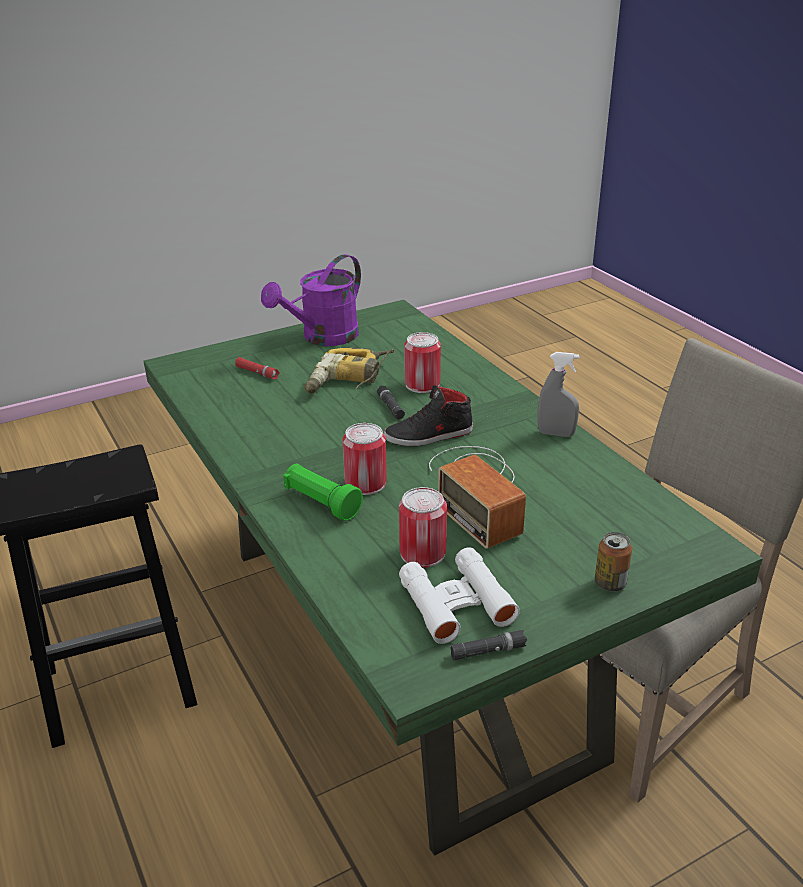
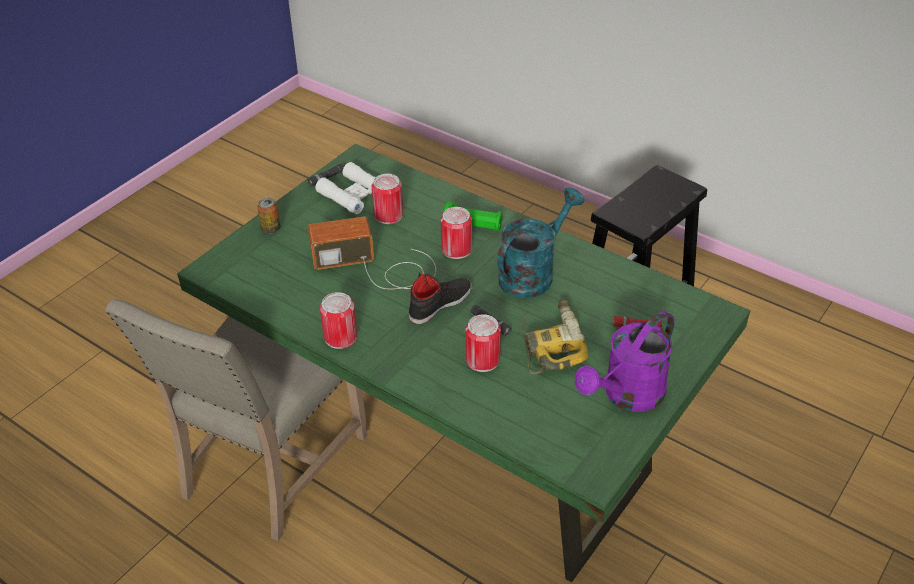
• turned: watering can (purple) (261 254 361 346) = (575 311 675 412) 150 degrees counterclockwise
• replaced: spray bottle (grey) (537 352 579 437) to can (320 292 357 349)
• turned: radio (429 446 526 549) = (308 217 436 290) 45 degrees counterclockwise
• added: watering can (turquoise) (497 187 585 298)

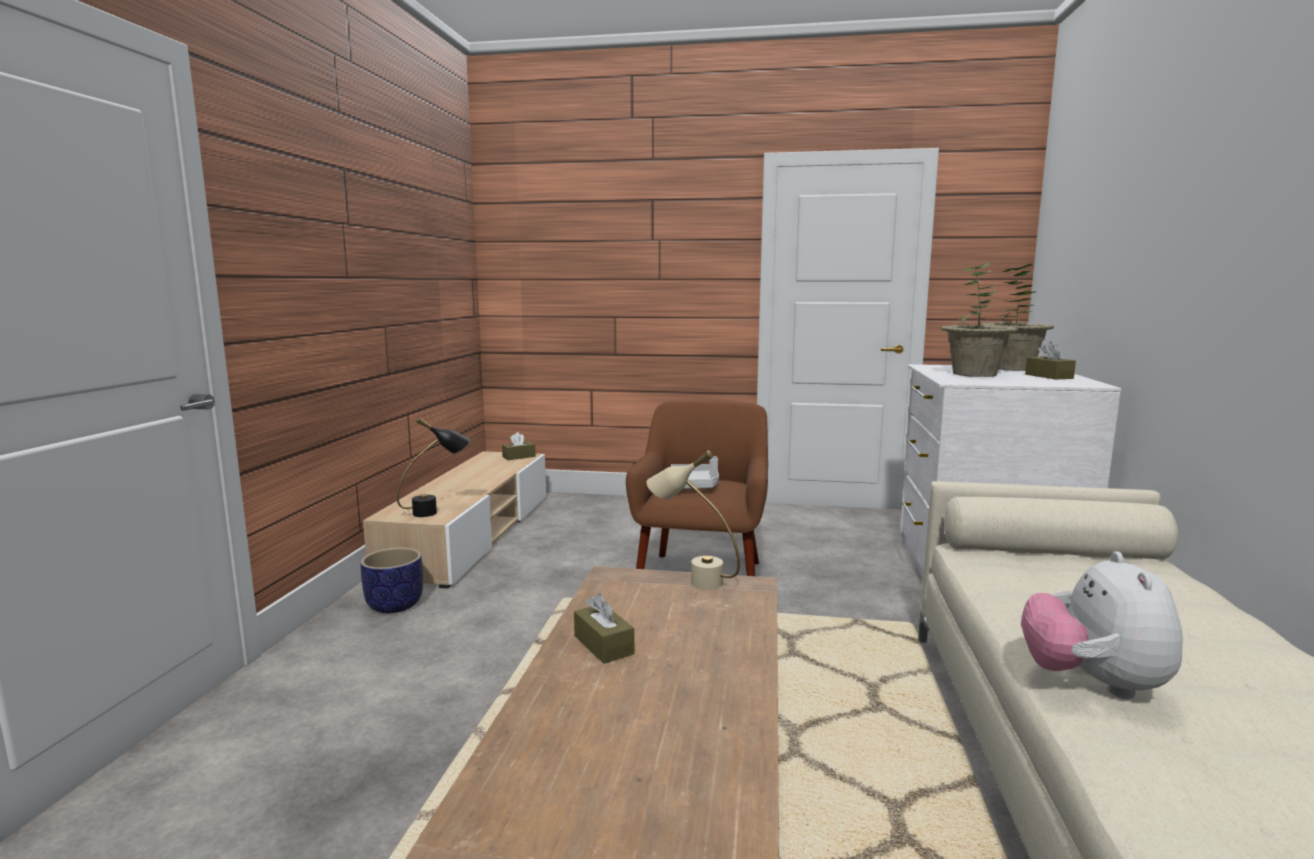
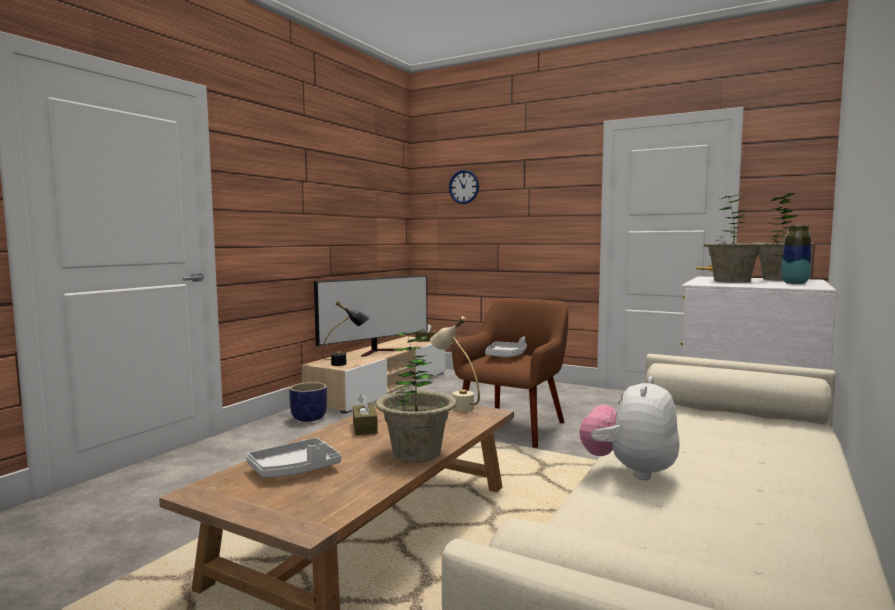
• replaced: tissue box (brown) (1025 341 1076 380) to vase (781 225 811 284)
• added: wall clock (449 170 479 204)
• added: television (314 275 427 357)
• added: potted plant (375 329 457 463)
• added: tray (grey) (246 438 341 478)

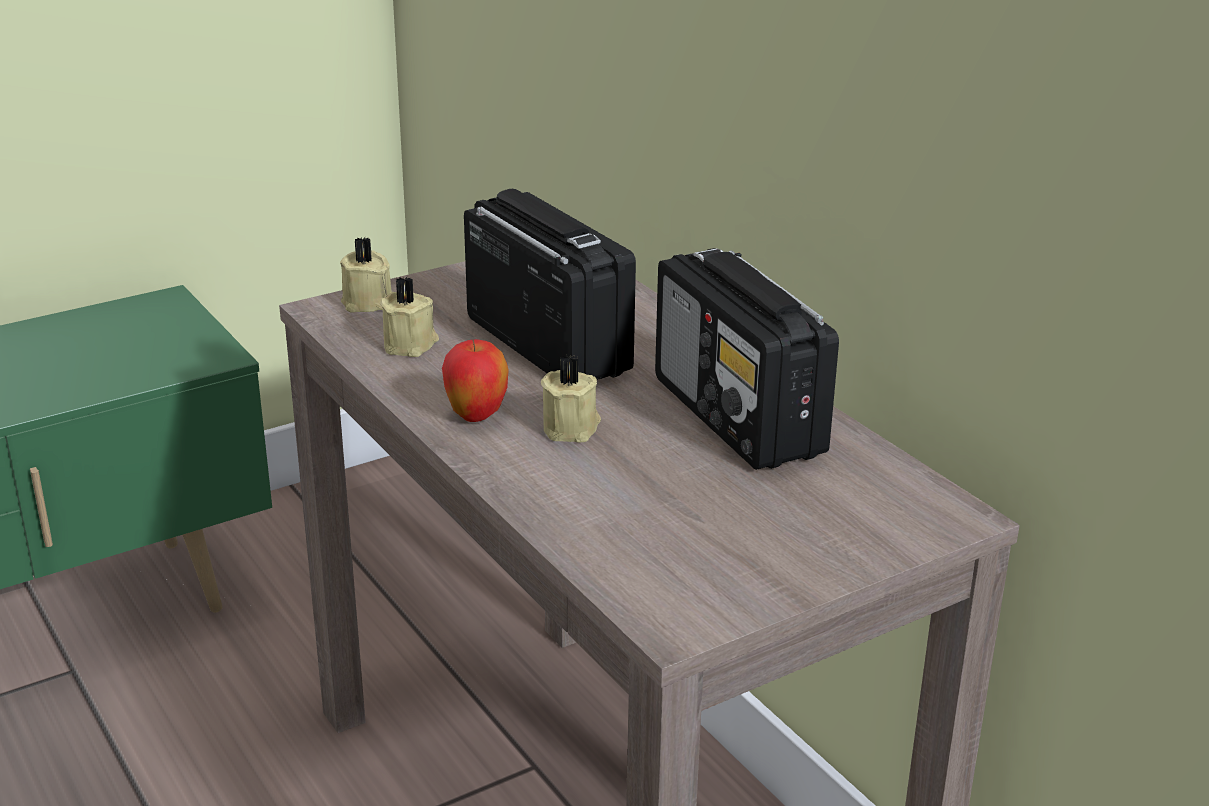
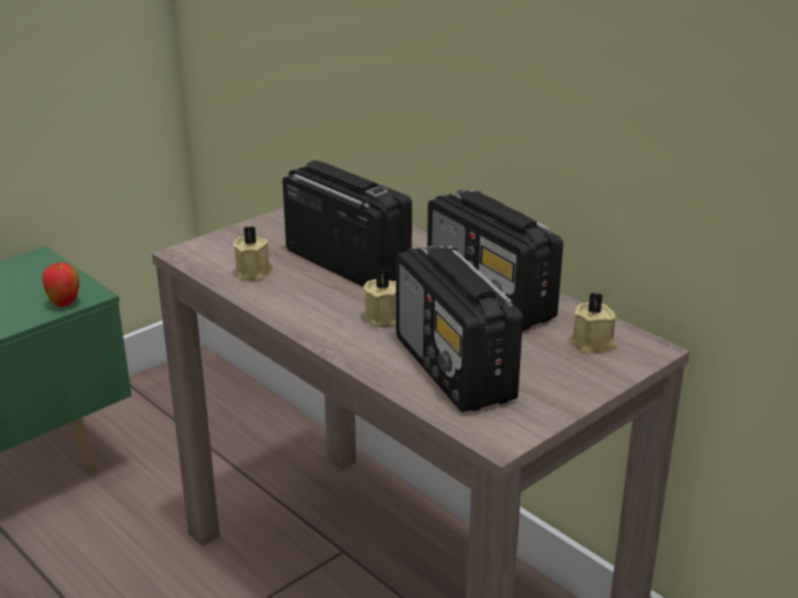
• moved: candle (beige) (340 237 392 313) to (571 292 617 354)
• moved: apple (442 339 509 422) to (42 263 79 307)
• added: radio (396 243 523 413)

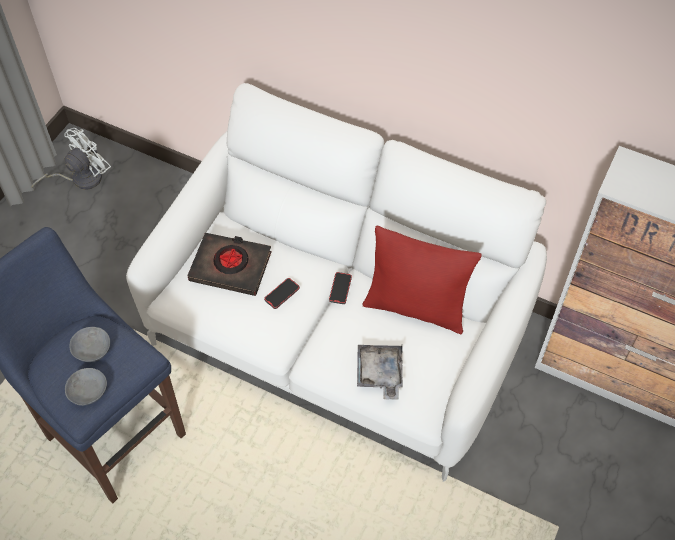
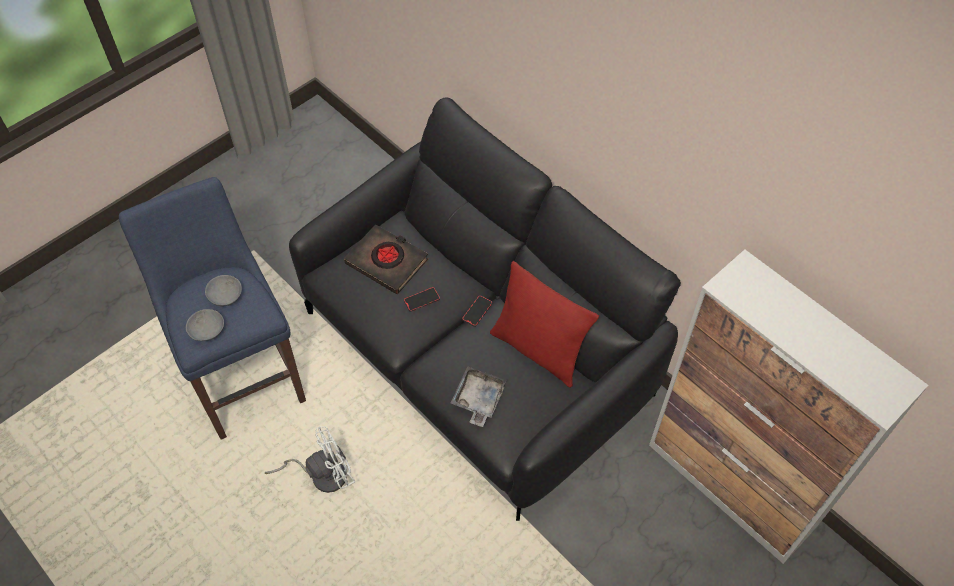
• recoloured: sofa (white) (126 83 547 482) to sofa (black) (289 97 681 521)
• moved: fan (white) (31 128 111 190) to (265 426 355 493)

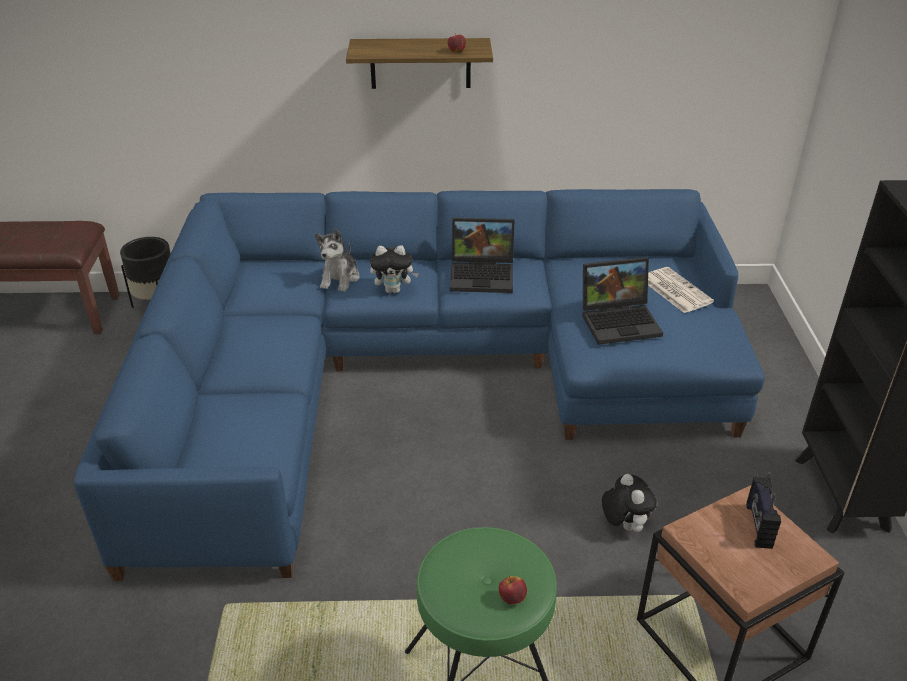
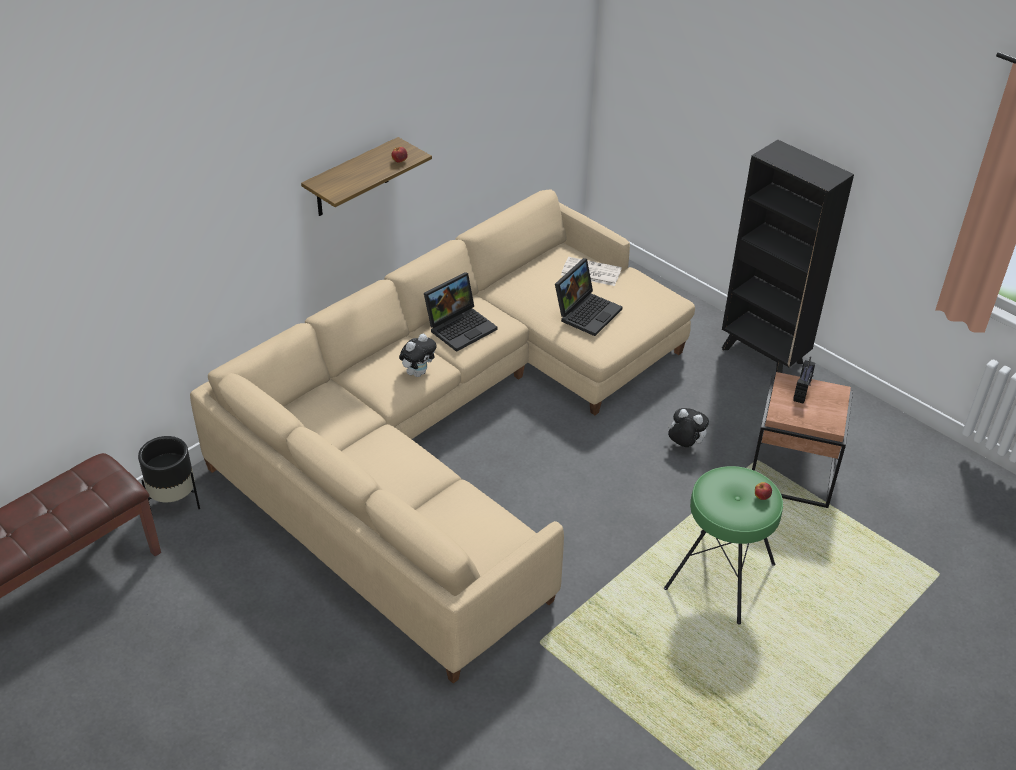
• recoloured: sofa (blue) (74 189 765 581) to sofa (beige) (190 190 695 684)
• removed: plush toy (315 229 360 292)
• turned: radio (746 472 781 549) = (793 356 815 404) 120 degrees counterclockwise

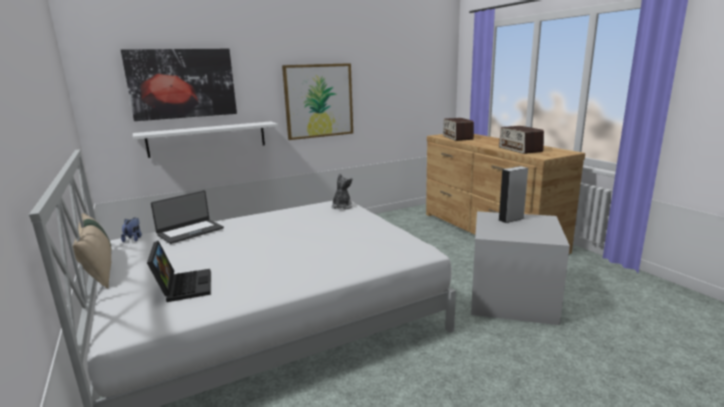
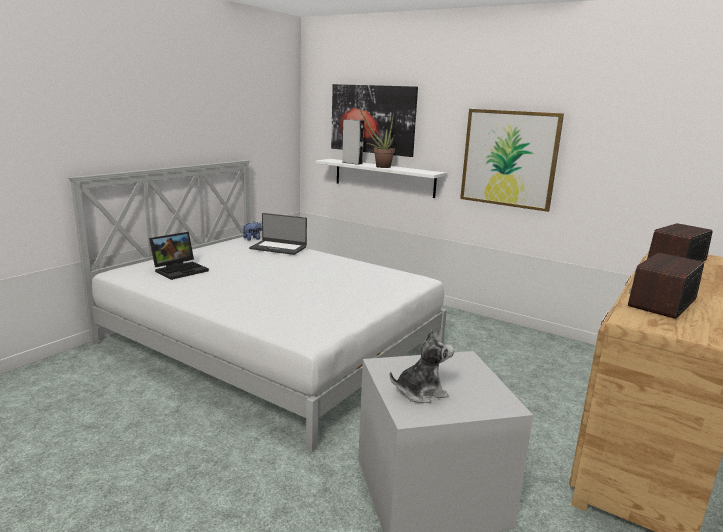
• moved: speaker (grey) (499 166 528 223) to (342 119 364 165)
• moved: plush toy (331 173 353 210) to (390 329 454 403)
• removed: pillow (beige) (73 213 112 288)
• added: potted plant (360 110 395 168)

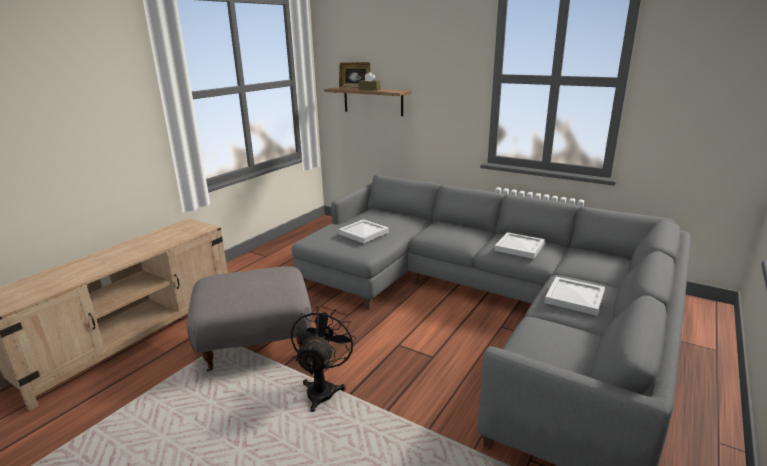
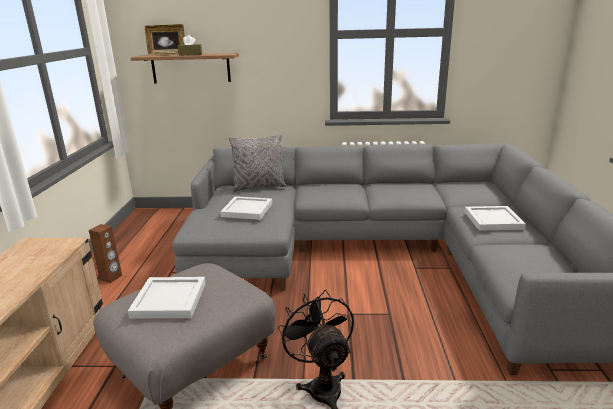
• moved: tray (white) (494 232 545 259) to (128 277 206 319)
• added: pillow (grey) (229 134 286 192)
• added: speaker (brown) (89 224 122 283)

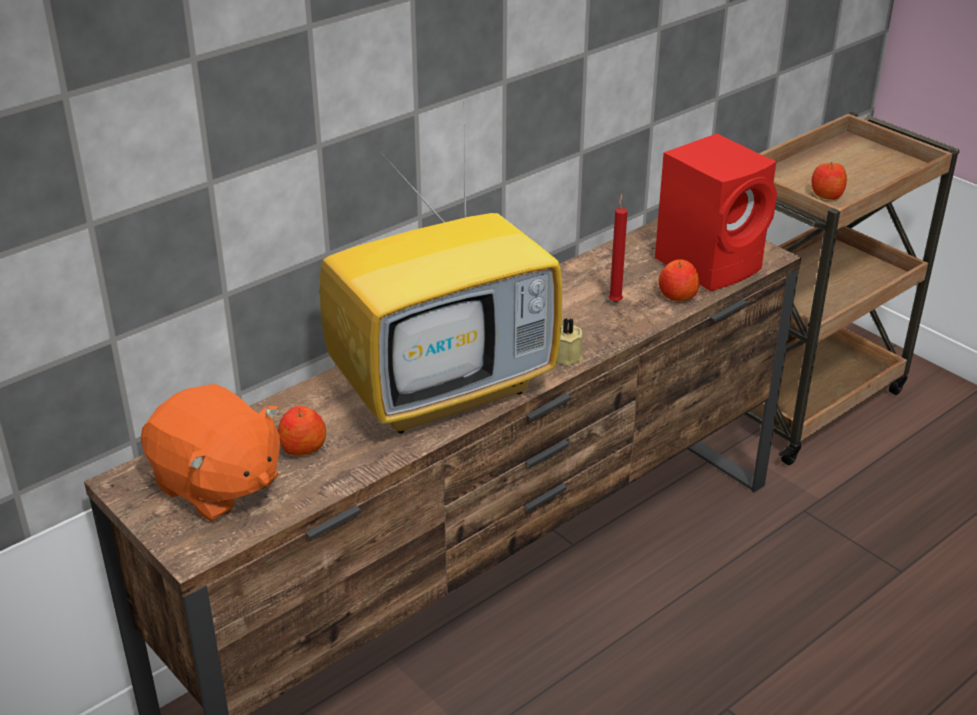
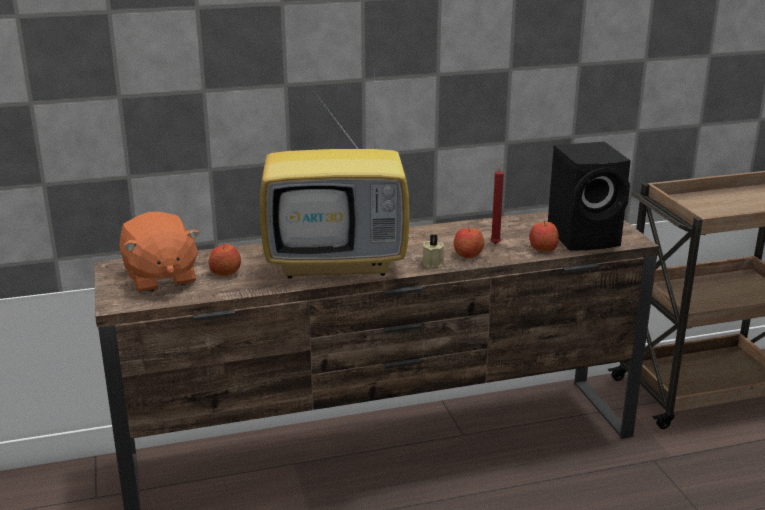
• recoloured: speaker (red) (655 134 777 291) to speaker (black) (548 142 631 251)
• moved: apple (812 162 847 200) to (454 226 485 258)

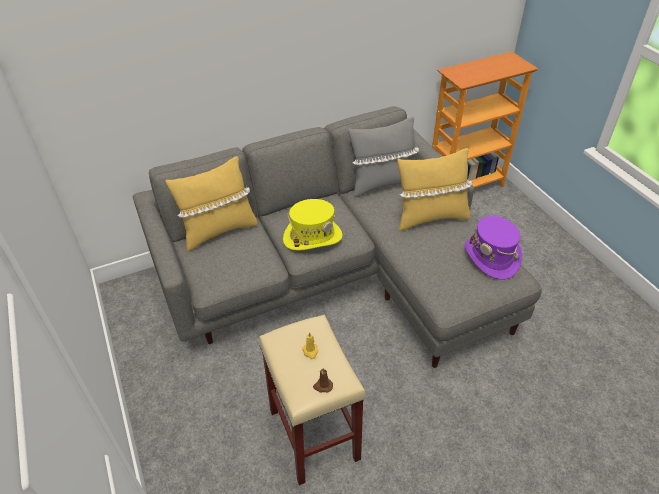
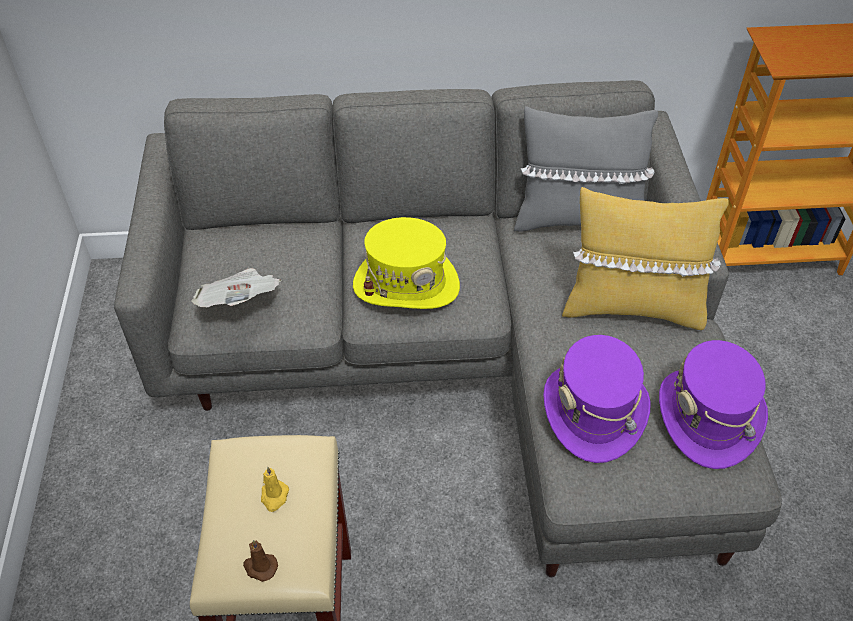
• removed: pillow (yellow) (165 156 258 251)
• added: newspaper (192 268 282 307)
• added: hat (purple) (543 335 651 463)

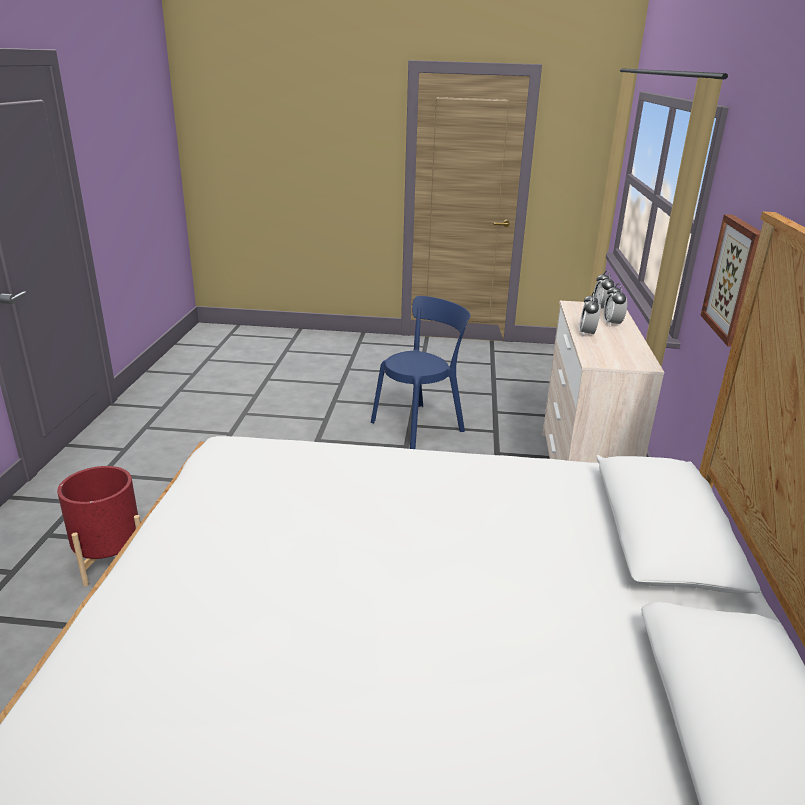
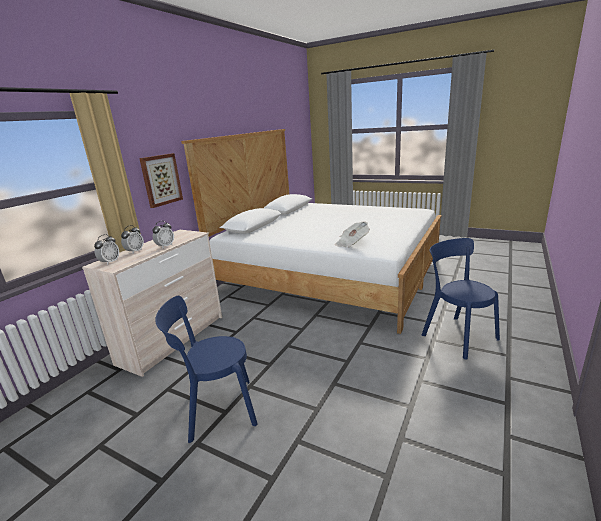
• replaced: planter (red) (57 466 141 587) to chair (blue) (422 238 500 360)
• added: newspaper (335 221 370 248)

